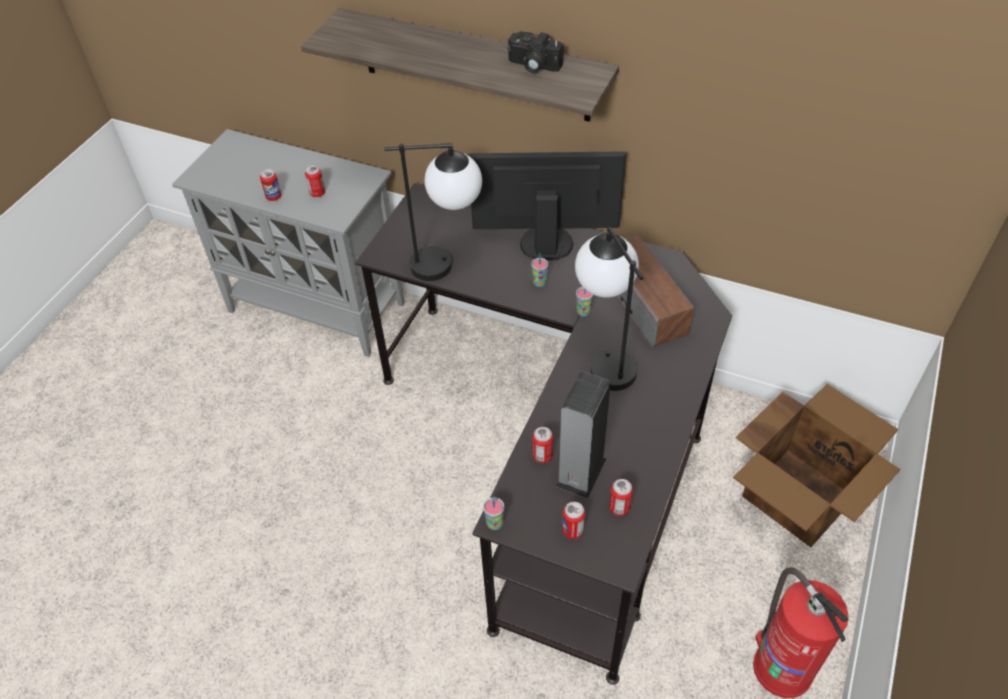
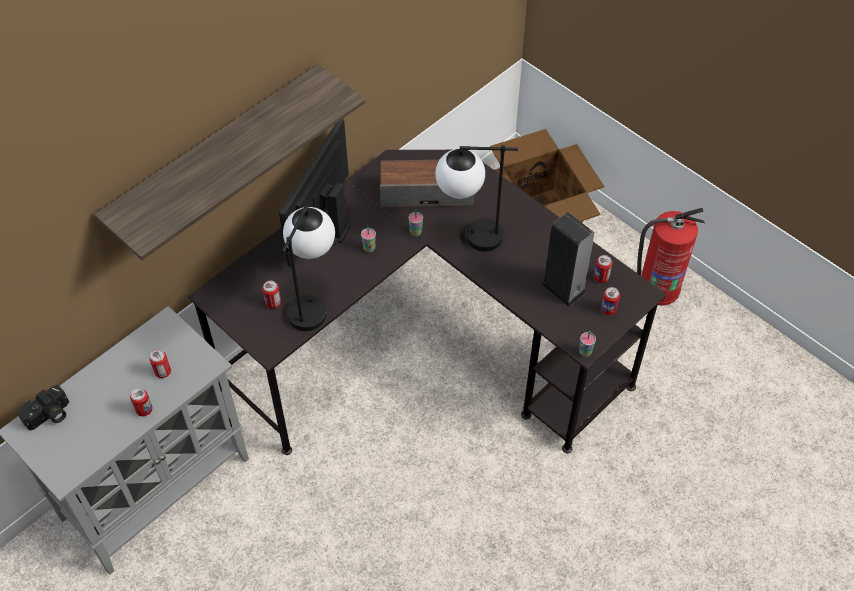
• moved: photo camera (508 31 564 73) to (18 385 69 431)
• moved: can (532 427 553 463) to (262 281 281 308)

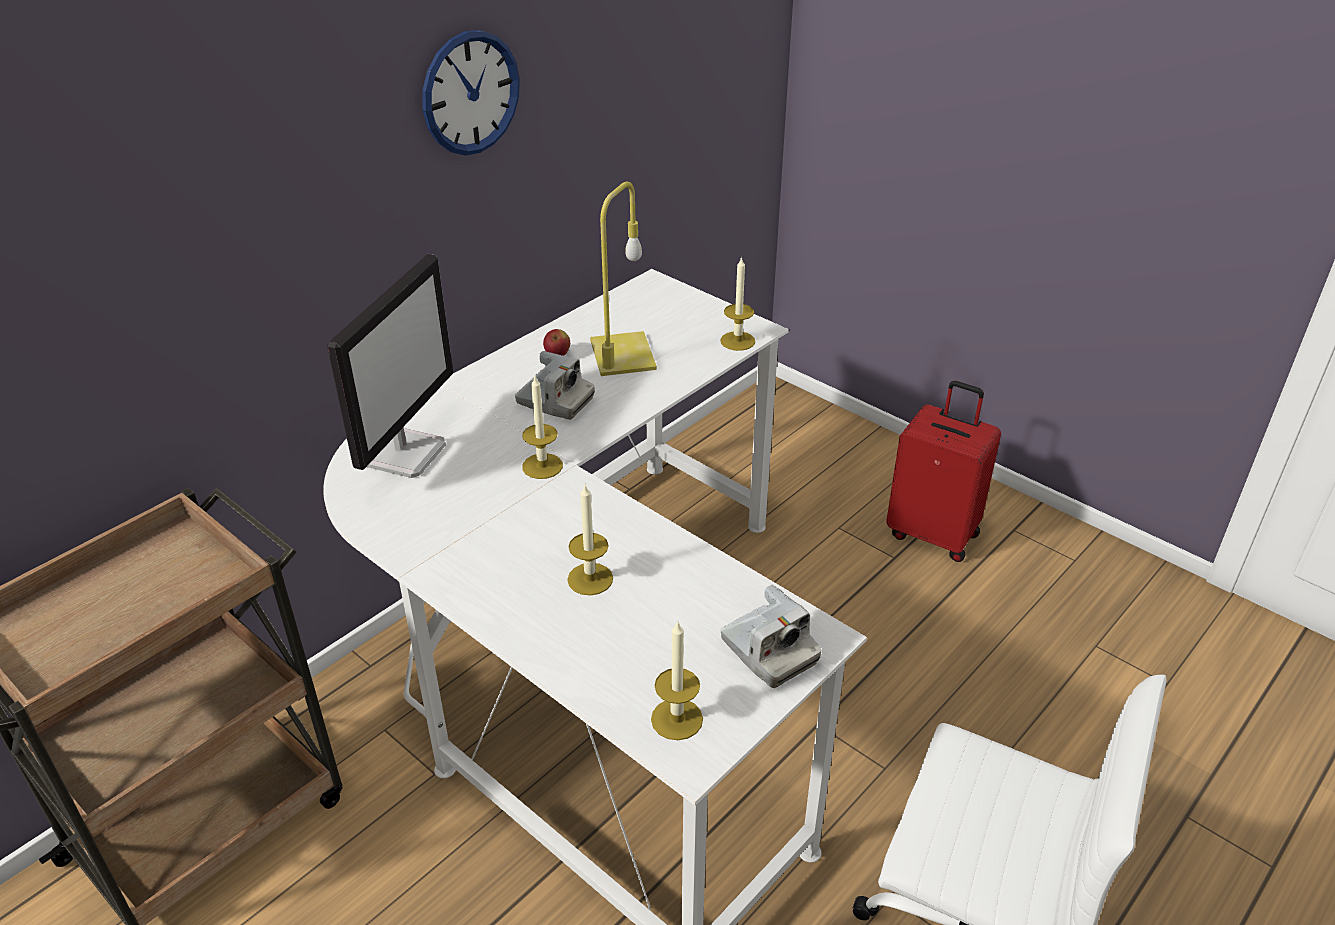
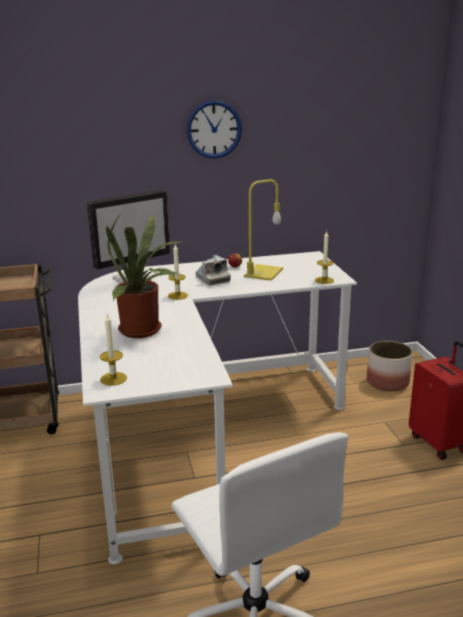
• replaced: candle (567 485 613 595) to potted plant (106 214 183 338)
• removed: photo camera (721 584 821 688)
• added: planter (367 341 413 391)

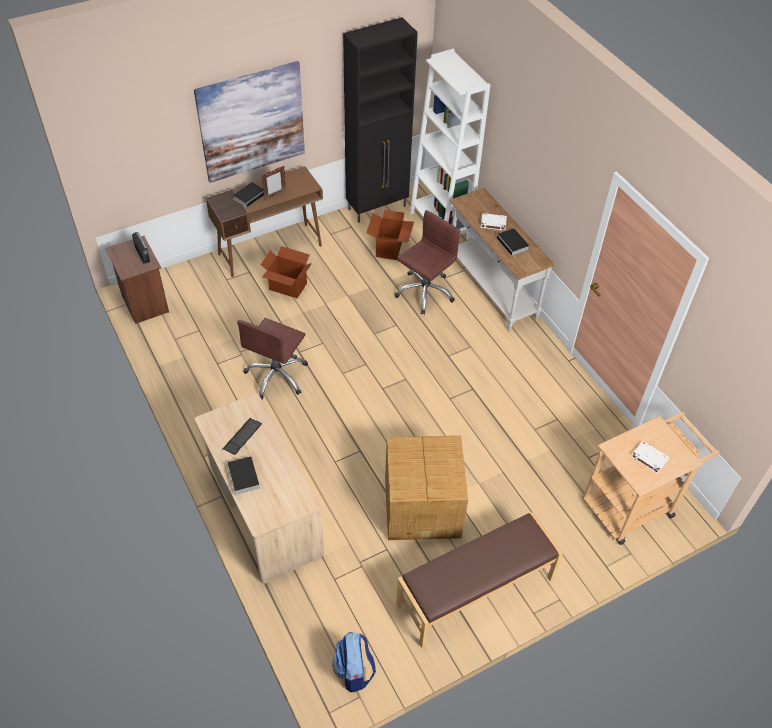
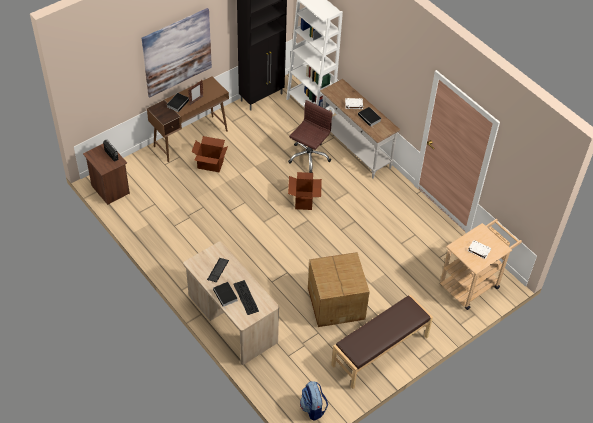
• moved: cardboard box (367 210 414 260) to (288 172 322 210)
• removed: office chair (brown) (237 318 308 399)
• added: keyboard (234 280 259 315)

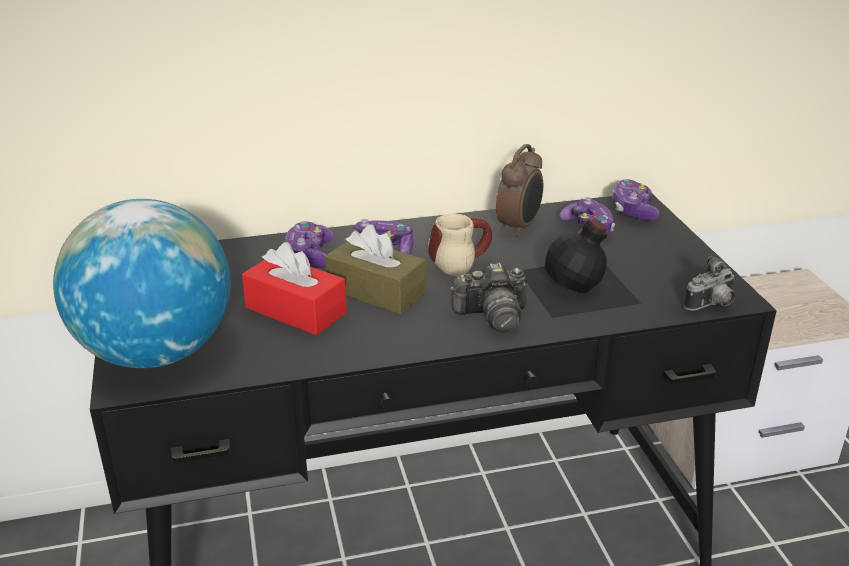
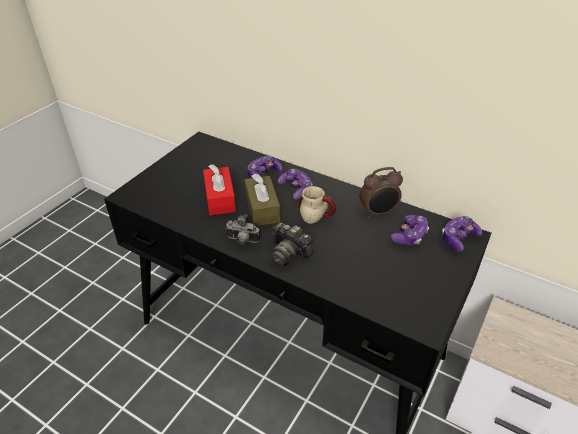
• removed: globe (53 199 231 368)
• removed: bottle (black) (522 219 641 318)
• moved: photo camera (684 255 735 311) to (226 214 260 245)

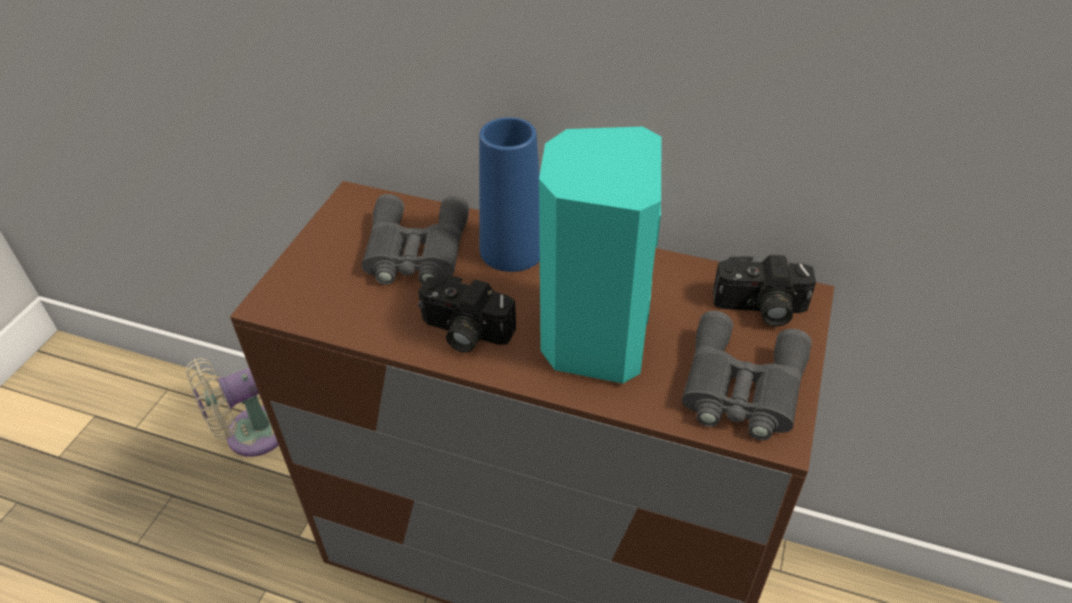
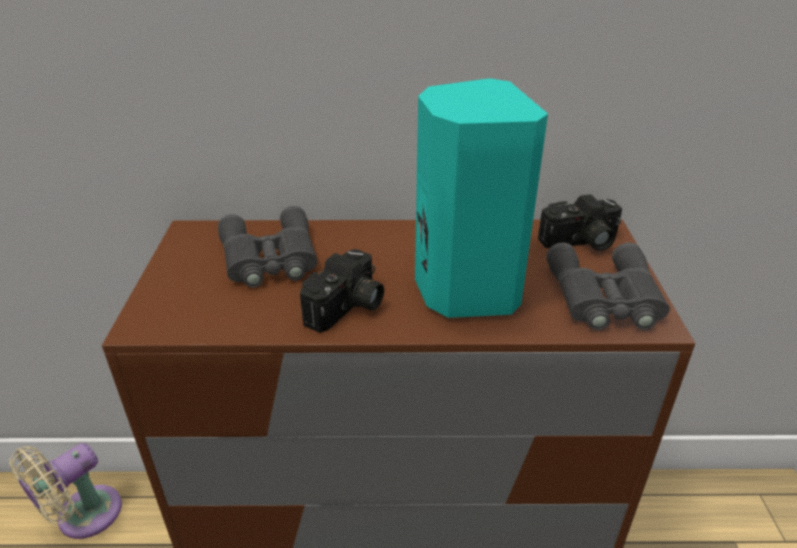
• removed: vase (blue) (479 117 540 272)
• turned: photo camera (418 274 516 353) = (300 249 384 333) 60 degrees counterclockwise

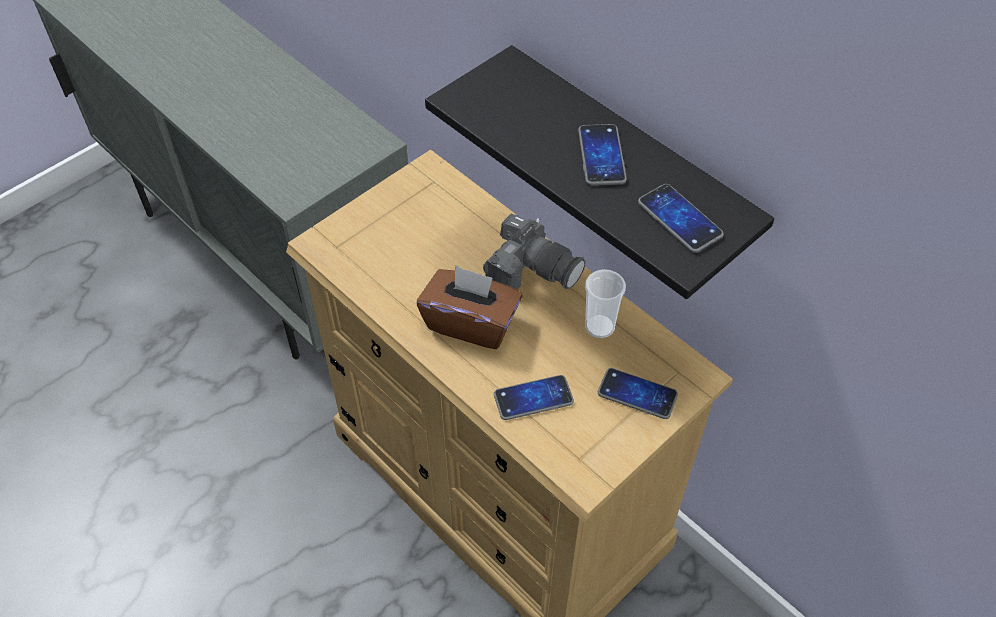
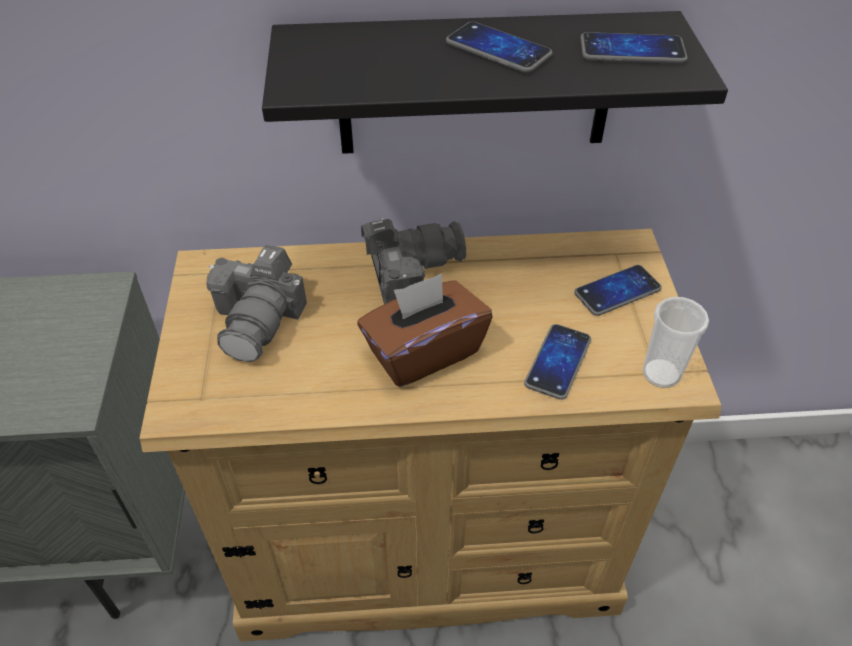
• moved: cup (585 269 626 338) to (643 297 709 388)
• added: photo camera (206 245 307 362)

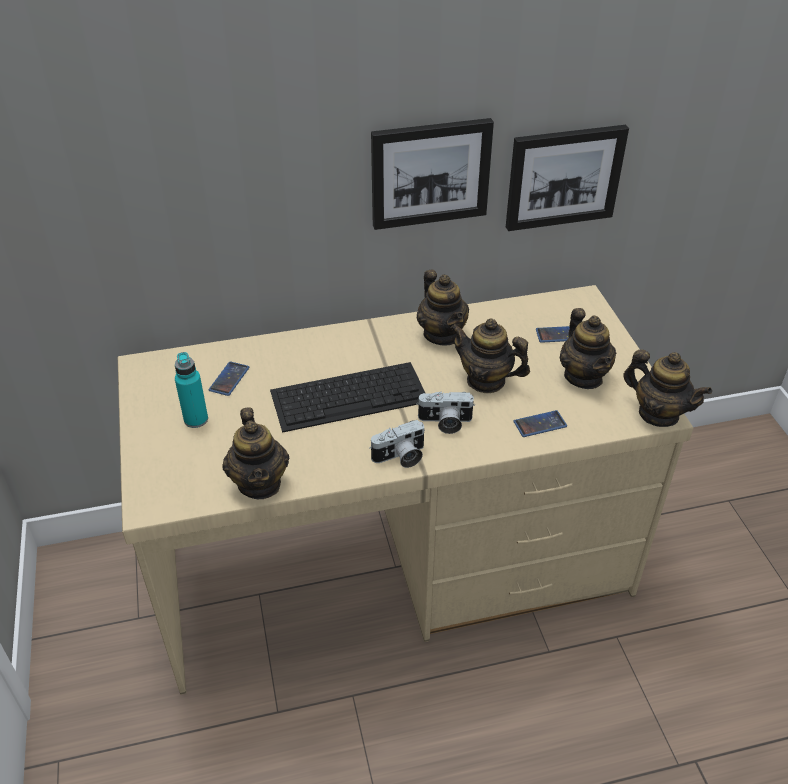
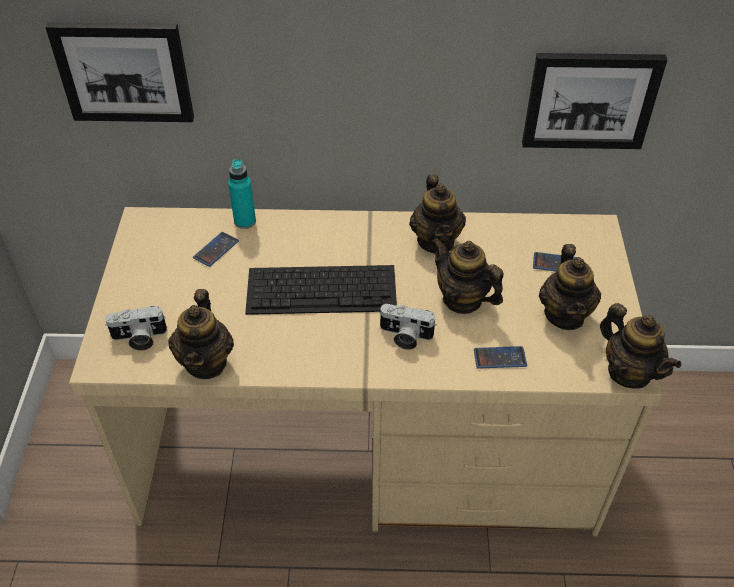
• moved: picture (371 118 494 230) to (45 22 194 122)
• moved: bottle (turquoise) (175 352 208 428) to (228 159 256 229)
• moved: photo camera (369 420 425 468) to (105 306 167 351)

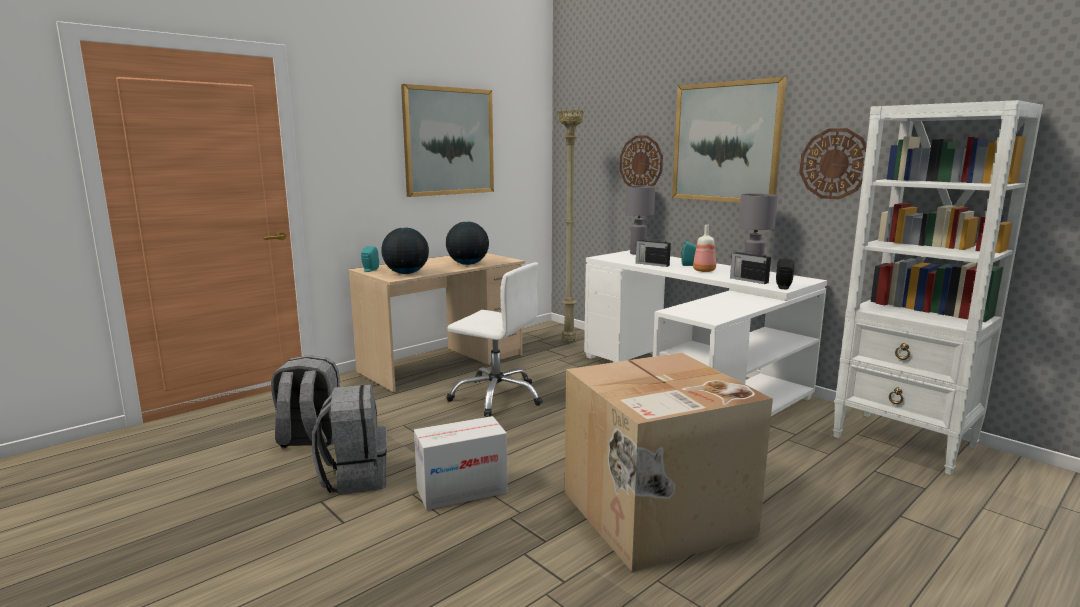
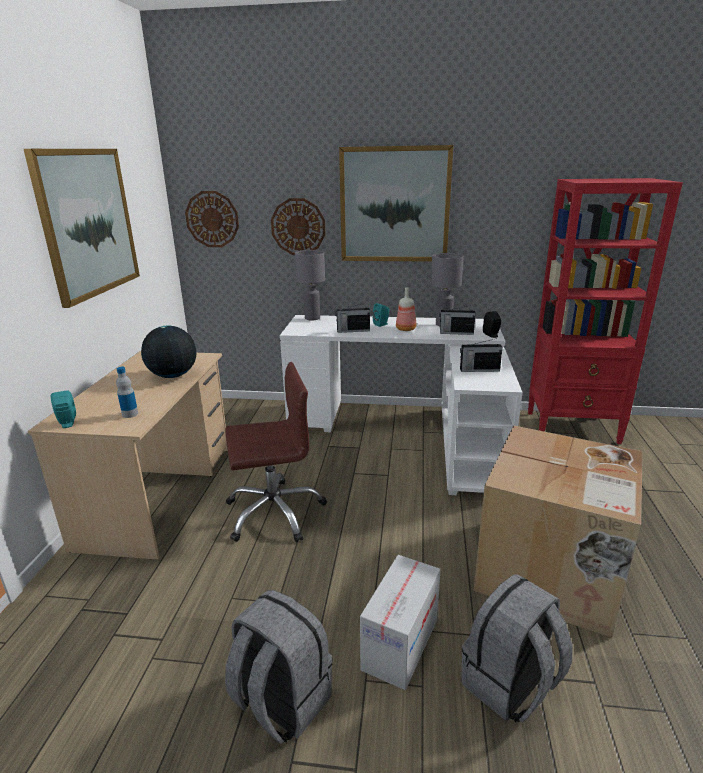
• recoloured: bookcase (white) (833 100 1043 475) to bookcase (red) (528 178 683 444)
• removed: floor lamp (beige) (556 110 585 343)
• moved: wall clock (799 128 867 199) to (185 191 239 247)
• replaced: globe (381 227 429 274) to bottle (116 367 138 418)
• recoloured: office chair (white) (446 262 543 417) to office chair (brown) (225 362 327 542)
• moved: backpack (grey) (271 355 340 448) to (461 574 573 723)
• added: radio (460 338 503 372)

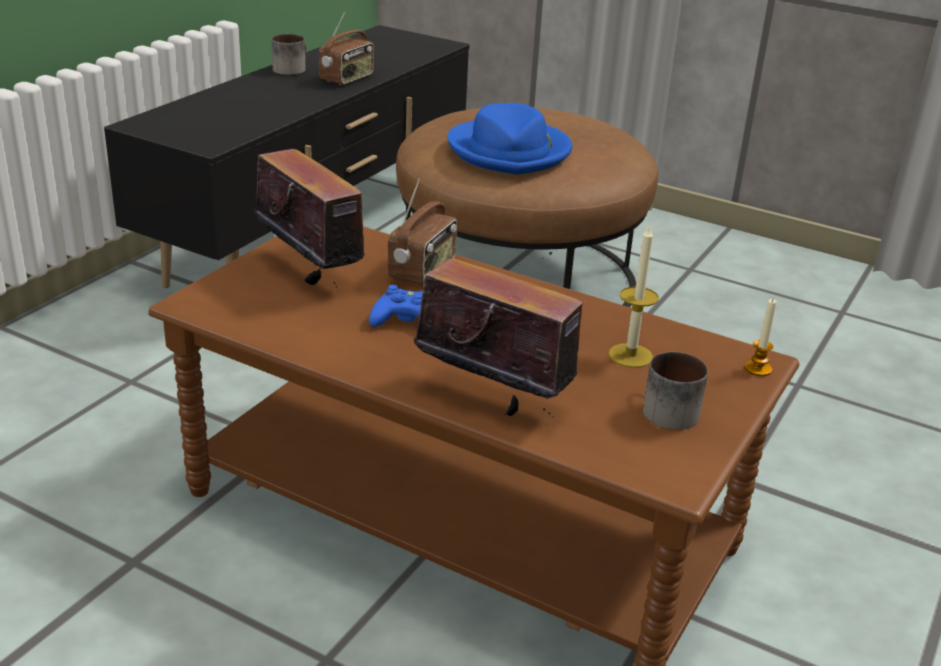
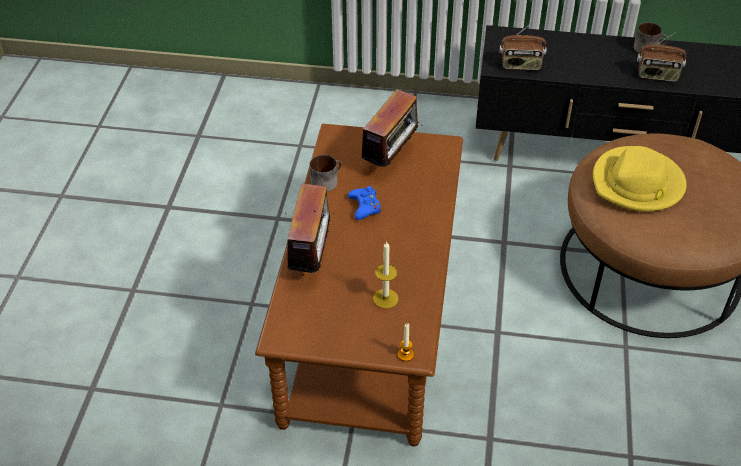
• recoloured: hat (blue) (447 103 573 175) to hat (yellow) (593 146 687 212)
• moved: radio (388 178 457 285) to (499 22 546 70)
• moved: mug (643 352 708 430) to (310 155 342 192)

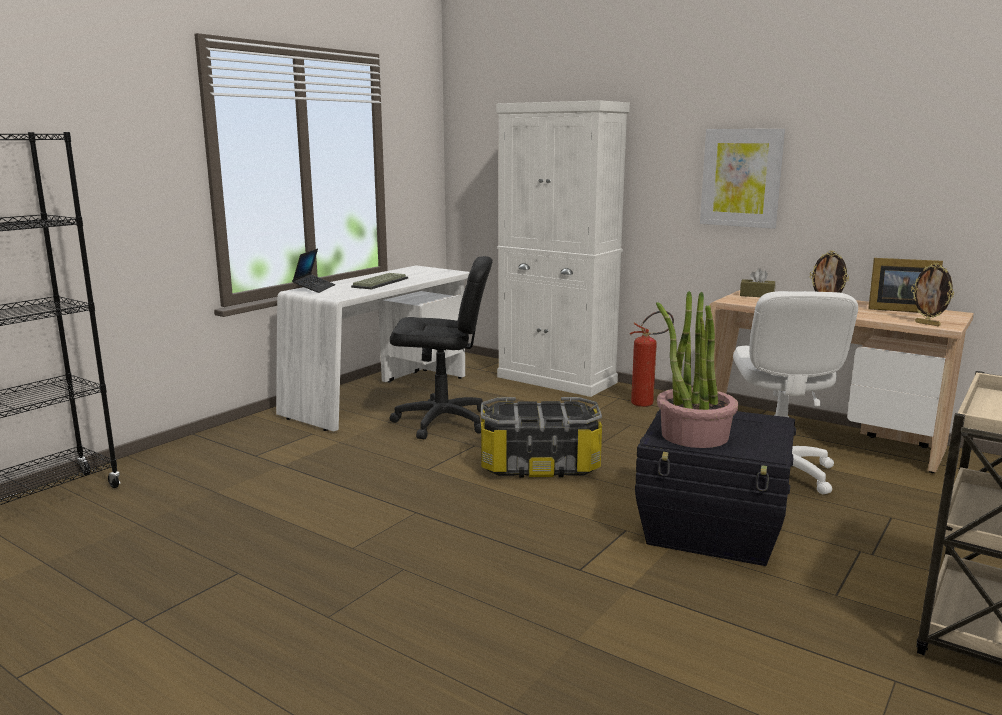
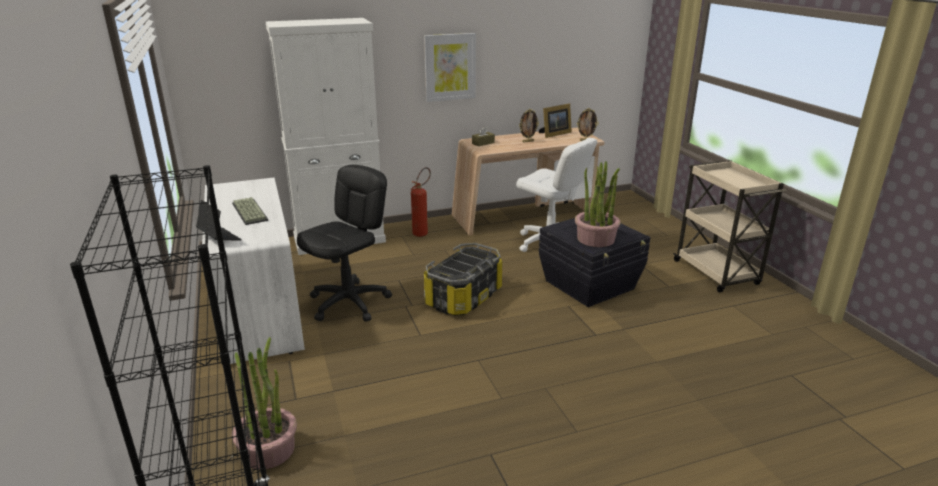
• added: potted plant (233 337 297 469)

